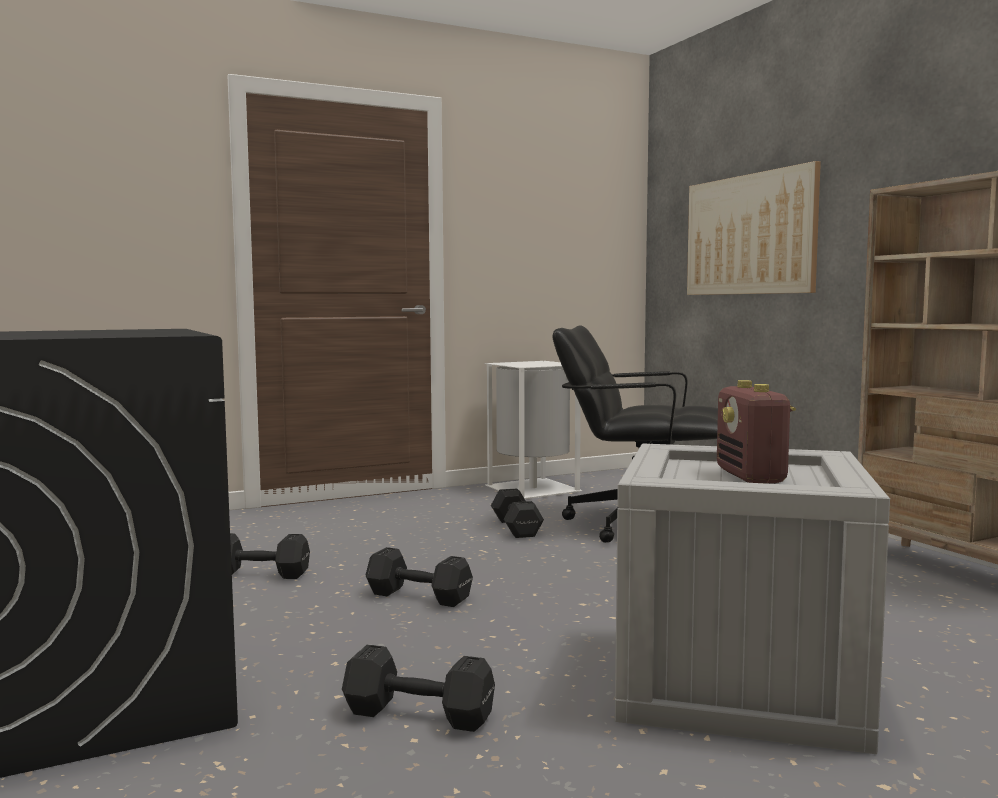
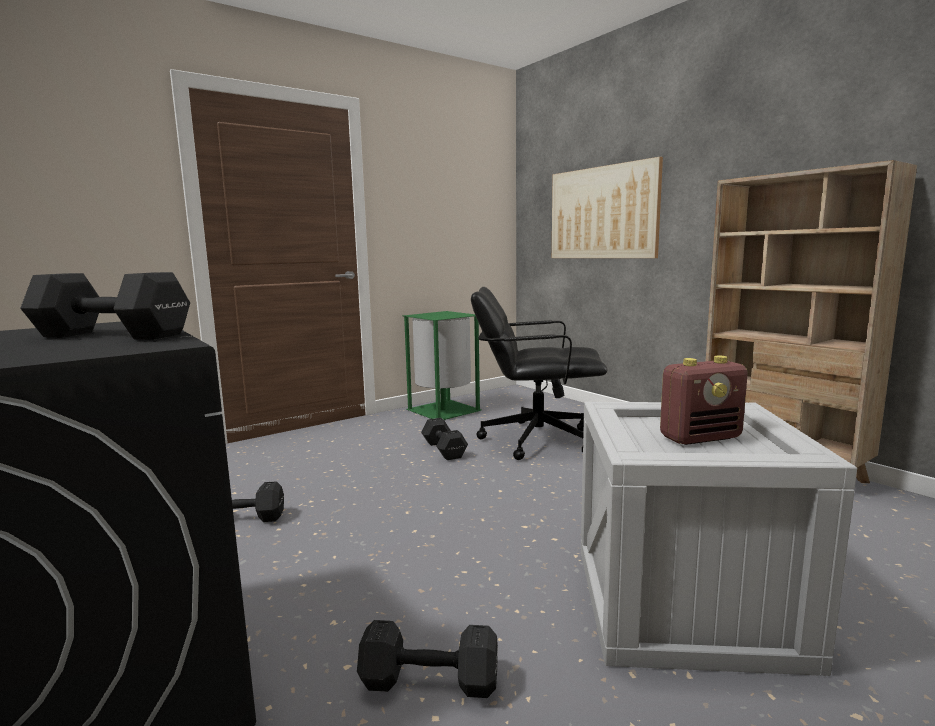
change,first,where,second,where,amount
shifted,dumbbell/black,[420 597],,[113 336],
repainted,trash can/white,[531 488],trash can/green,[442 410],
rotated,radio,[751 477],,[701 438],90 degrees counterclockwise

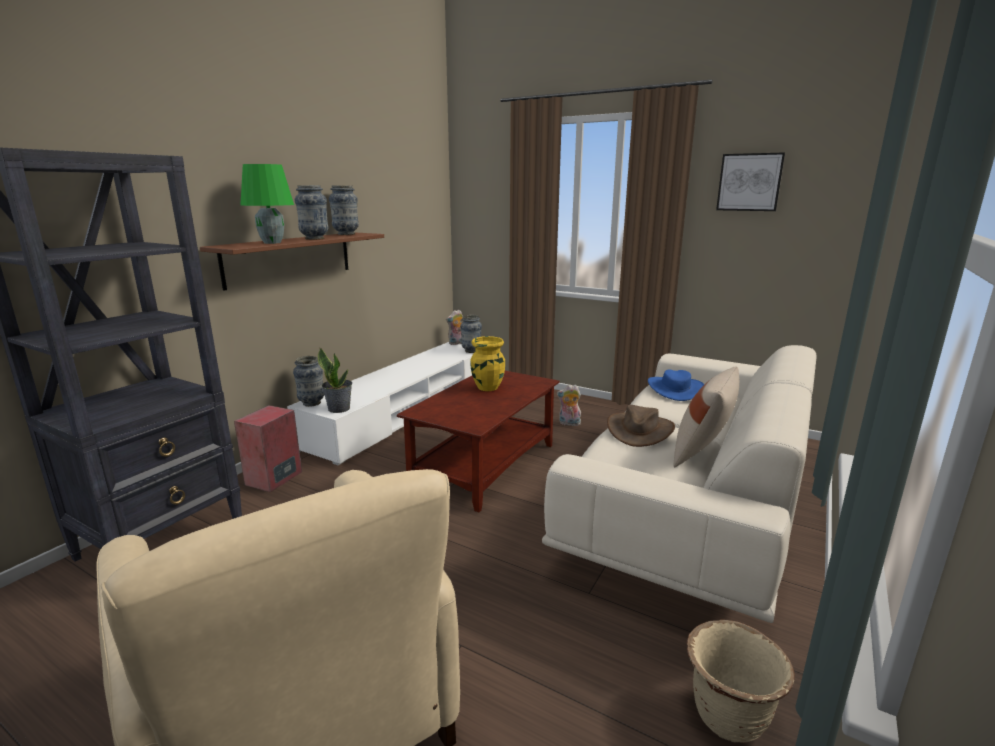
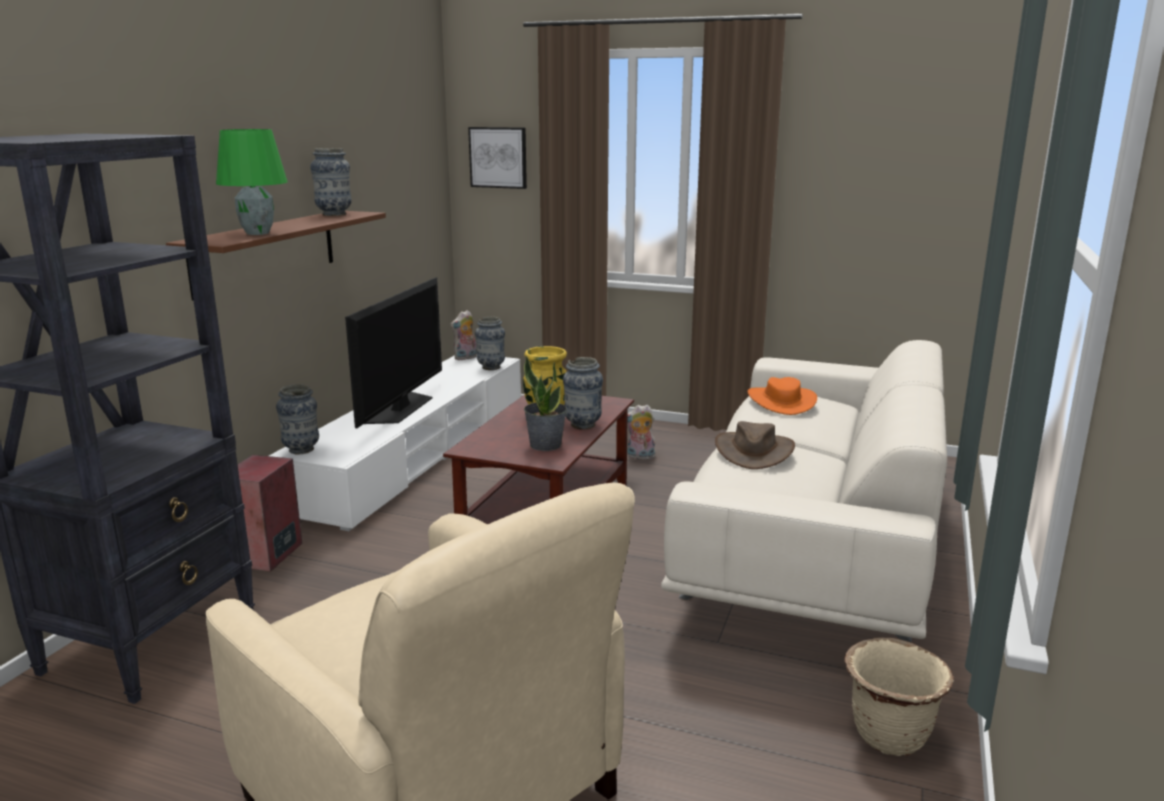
change,first,where,second,where,amount
shifted,vase,[314 238],,[582 425],
shifted,potted plant,[339 408],,[545 445],
repainted,hat/blue,[675 389],hat/orange,[781 401],
gone,pillow/beige,[702 453],,,
shifted,picture,[749 182],,[498 157],
new,,,television,[400 408],

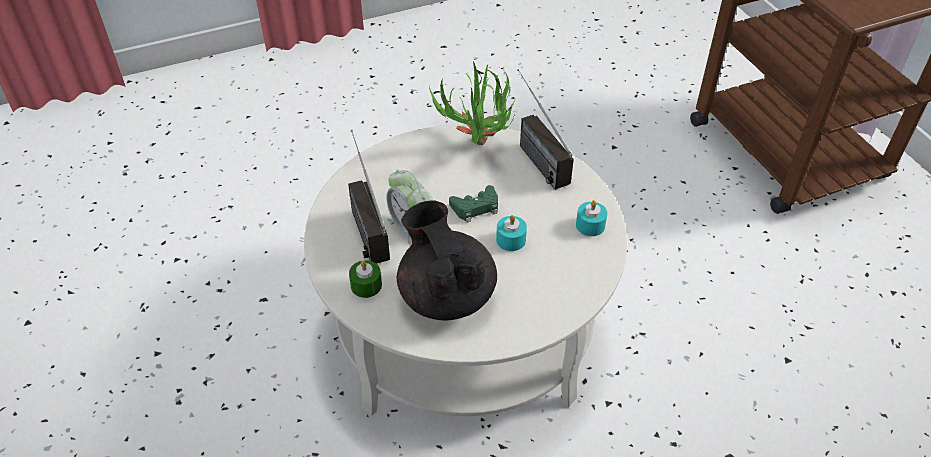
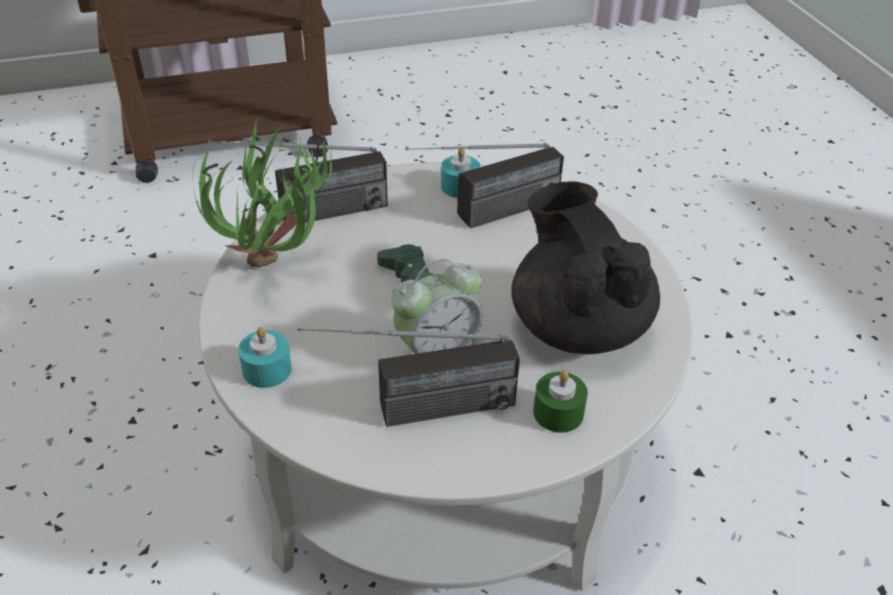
change,first,where,second,where,amount
rotated,teapot/black,[446 295],,[578 325],90 degrees clockwise
shifted,candle/turquoise,[511 240],,[267 369],
new,,,radio,[485 217],

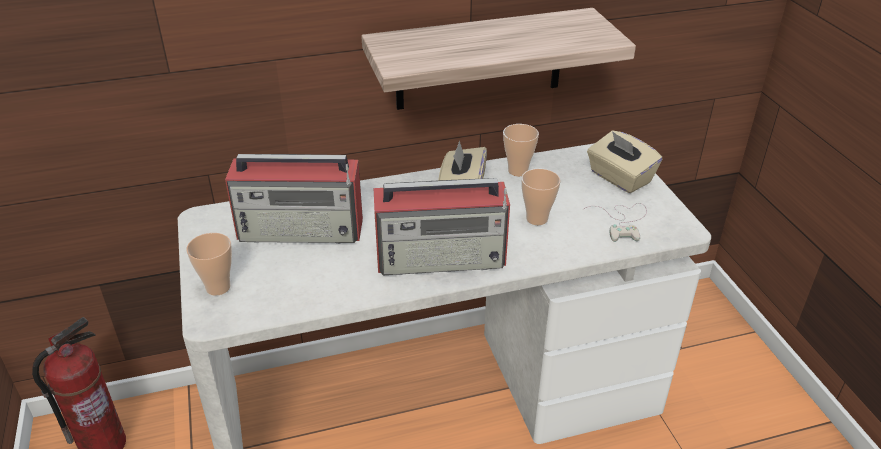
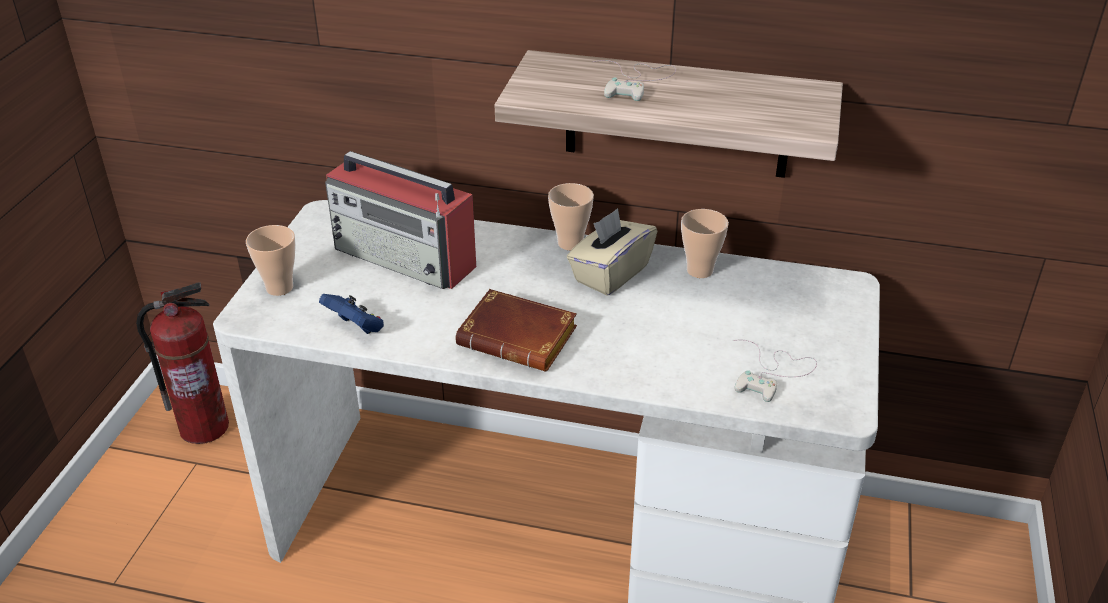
change,first,where,second,where,amount
swapped,radio,[442 257],book/brown,[521 338],
shifted,cup,[537 219],,[570 243],
gone,tissue box/beige,[619 178],,,
new,,,game controller/blue,[356 328],
new,,,game controller/white,[636 81],

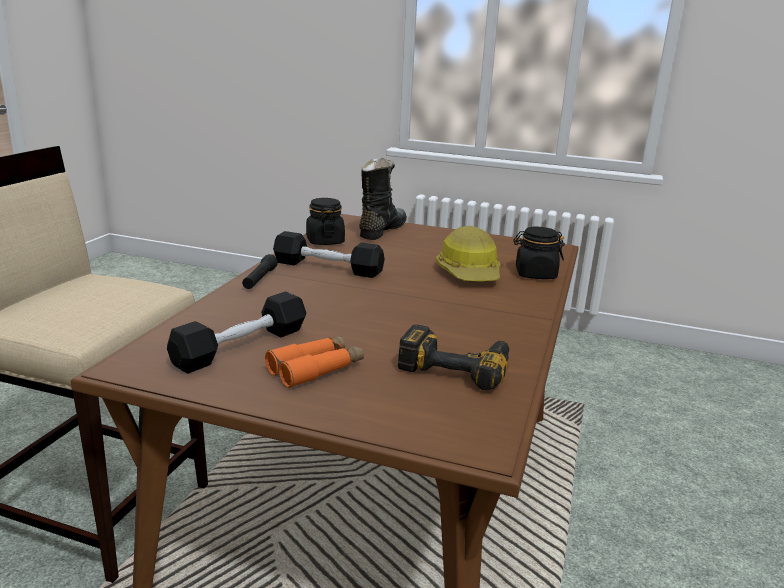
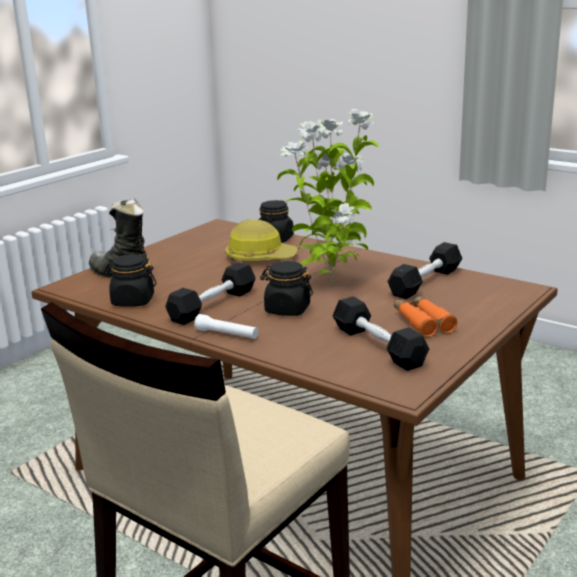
change,first,where,second,where,amount
repainted,flashlight/black,[259 279],flashlight/white,[227 334],
swapped,power drill,[457 365],dumbbell/black,[425 282],
new,,,jar/black,[287 309],
new,,,potted plant,[331 284],

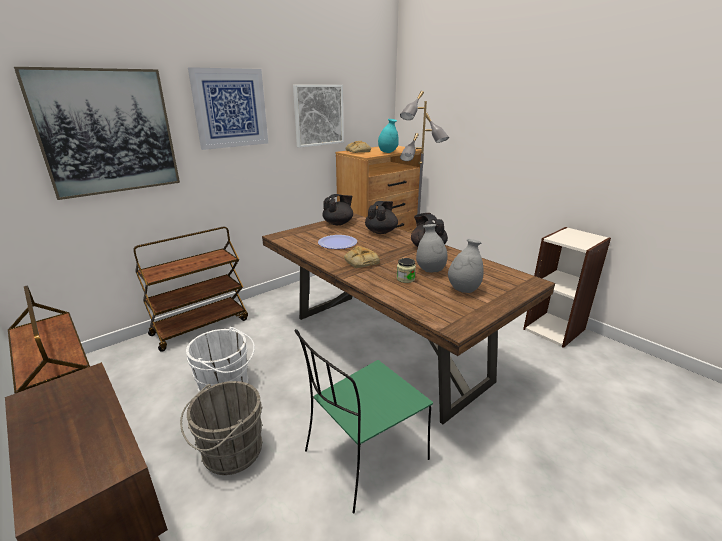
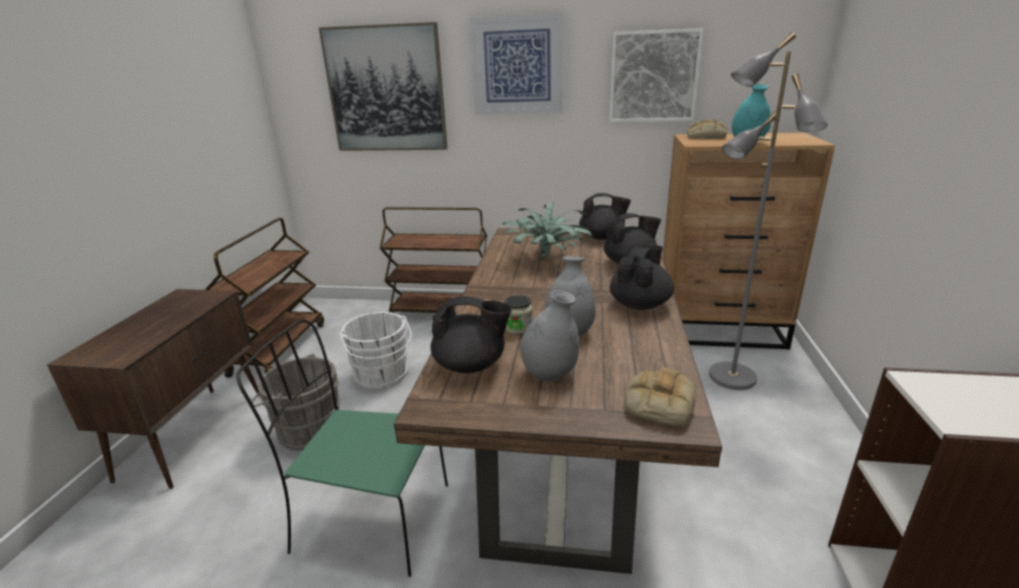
change,first,where,second,where,amount
swapped,plate,[337 243],potted plant,[547 259],
shifted,bread,[360 261],,[658 402],
new,,,teapot/black,[471 365],

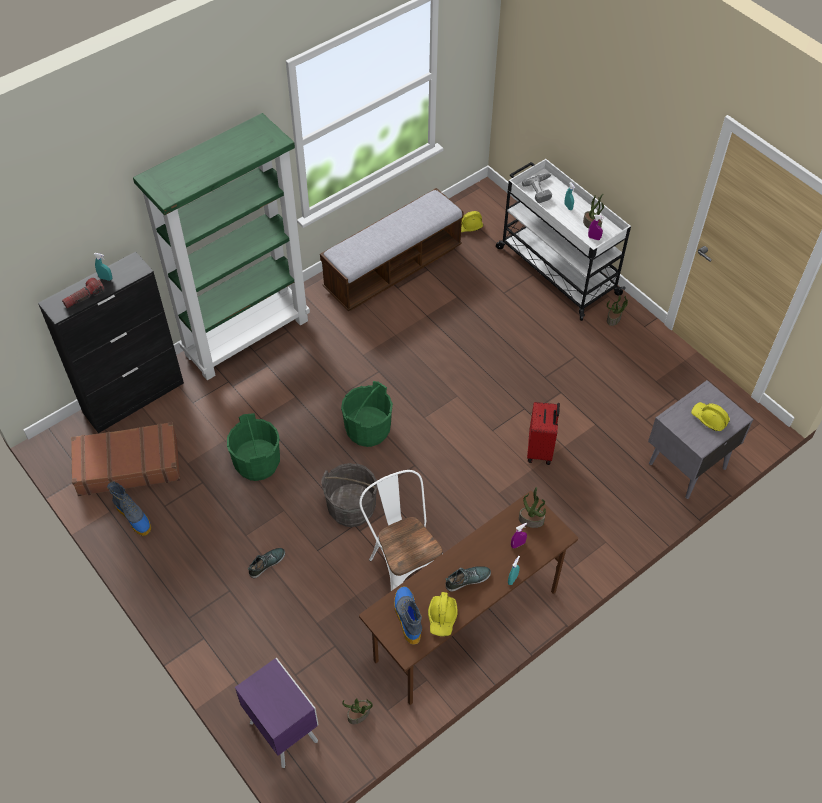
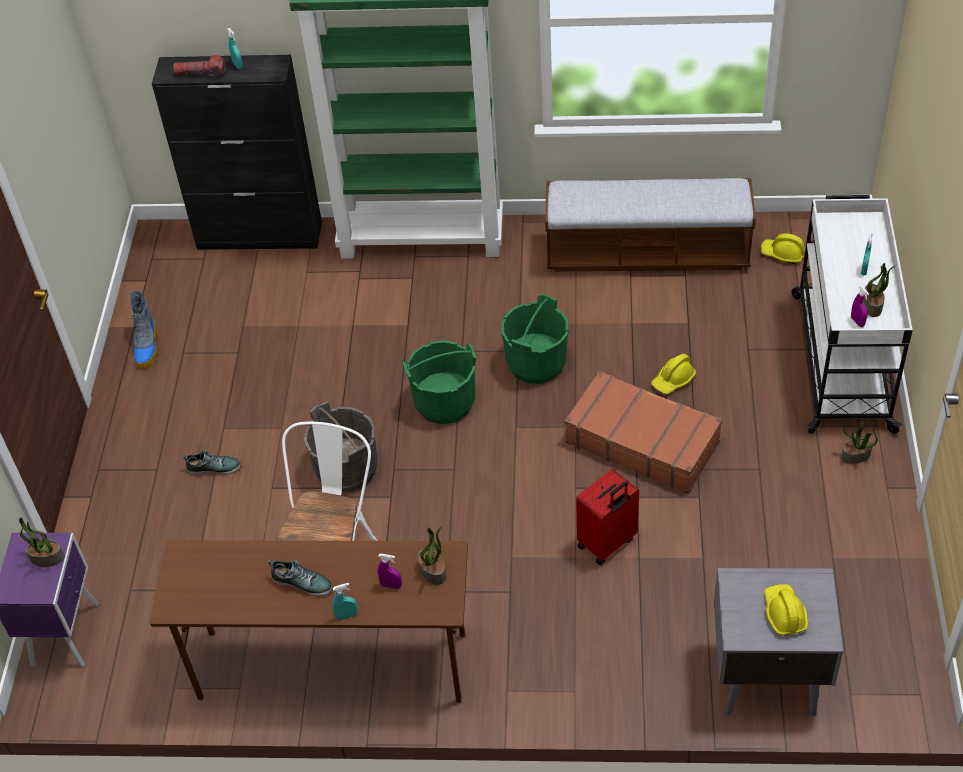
change,first,where,second,where,amount
shifted,suitcase/brown,[128 465],,[642 441],
shifted,bucket/green,[257 463],,[536 363],
shifted,potted plant,[358 715],,[47 558],
gone,boot,[407 616],,,
shifted,hard hat/yellow,[442 617],,[673 380],
gone,power drill,[542 190],,,

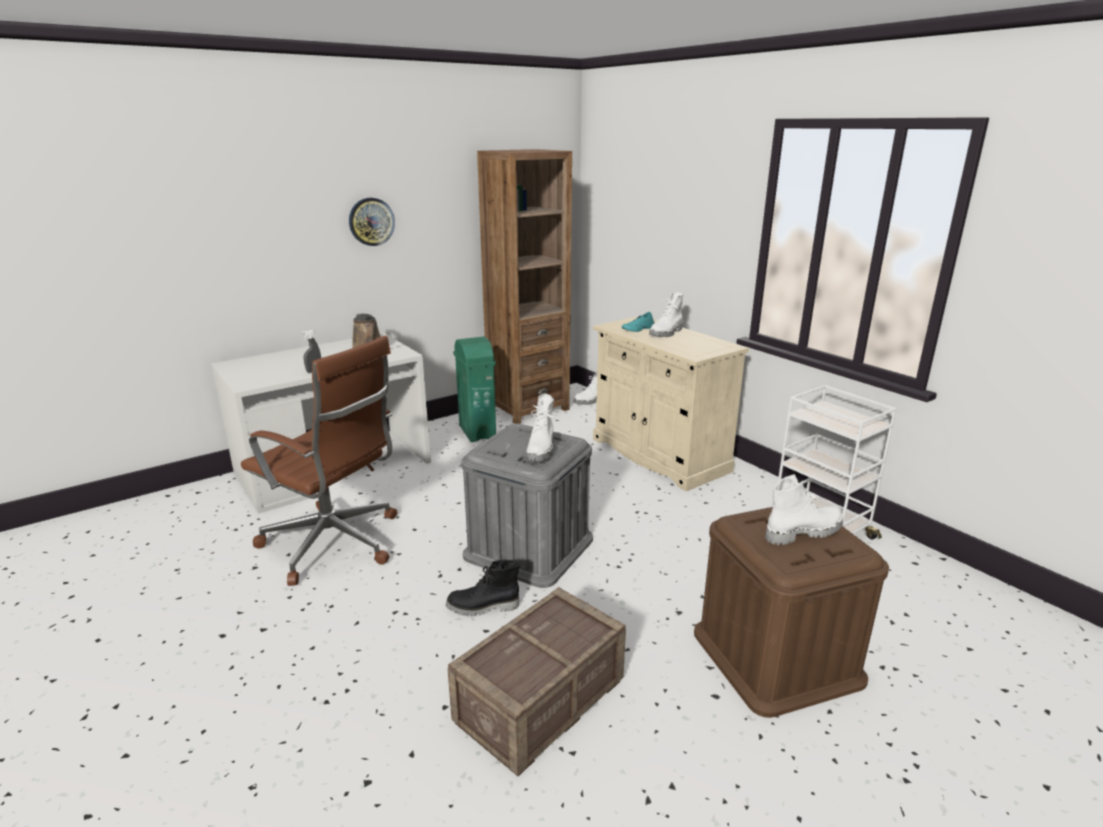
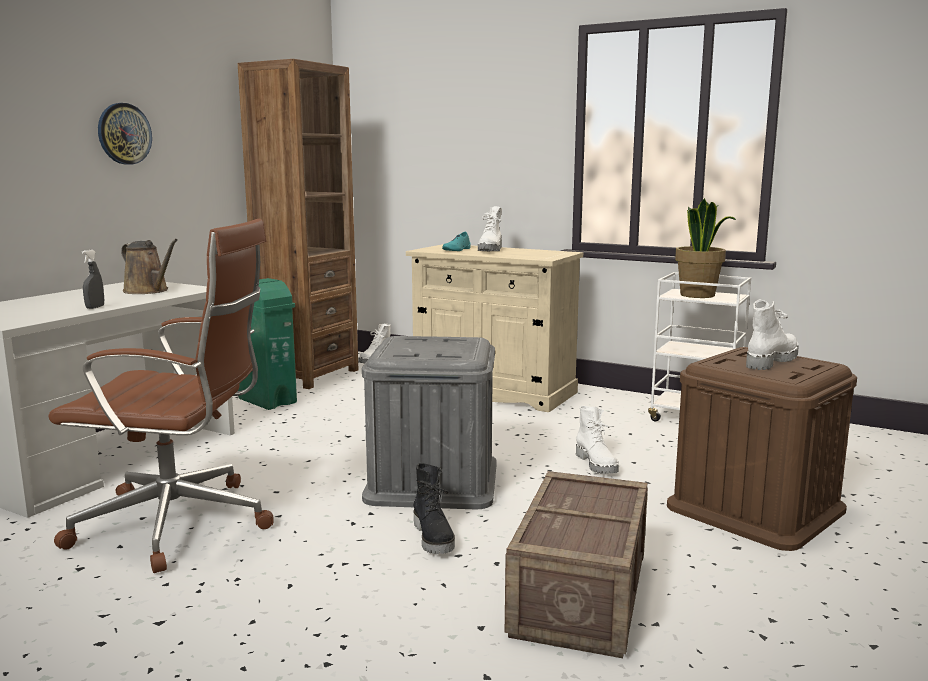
change,first,where,second,where,amount
rotated,boot/black,[483 607],,[434 538],75 degrees counterclockwise
shifted,boot/white,[542 450],,[597 464],
new,,,potted plant,[698 295],

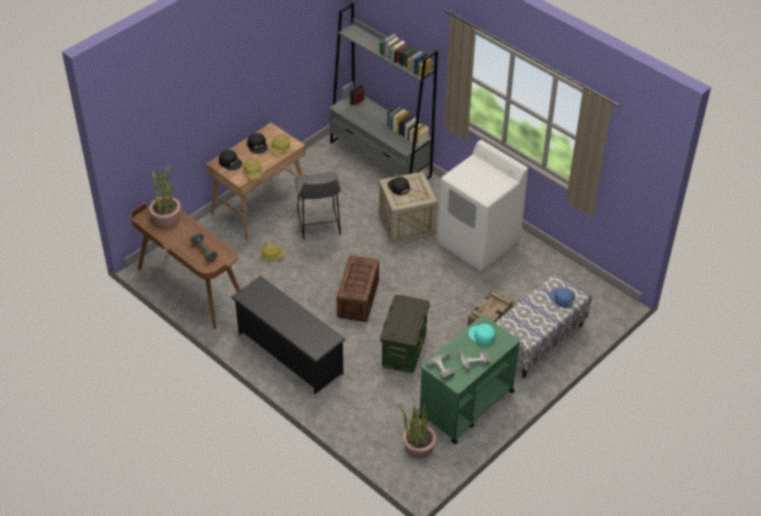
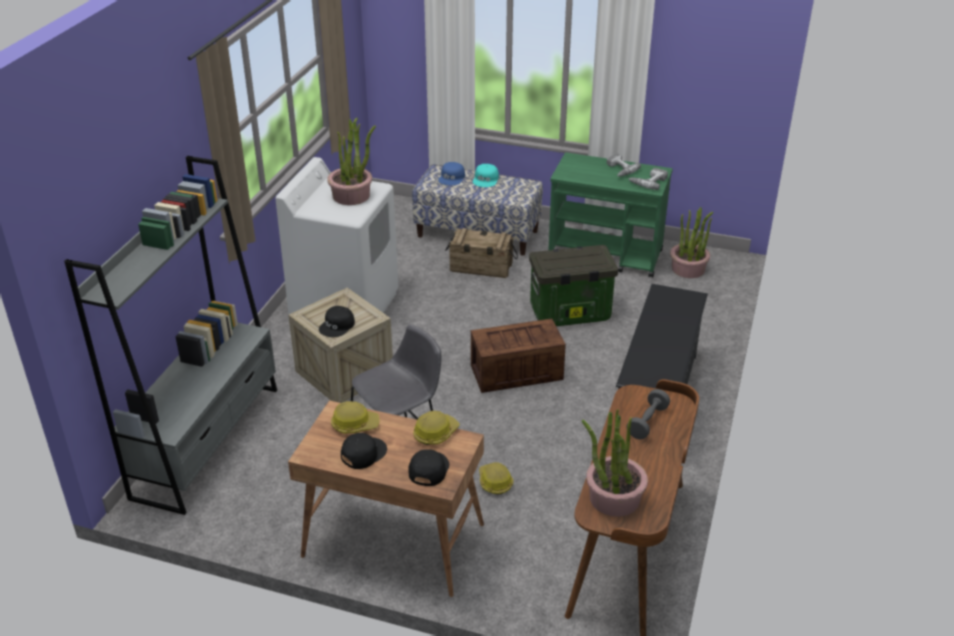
change,first,where,second,where,amount
shifted,cap/turquoise,[481 336],,[486 179],
new,,,potted plant,[351 196],

